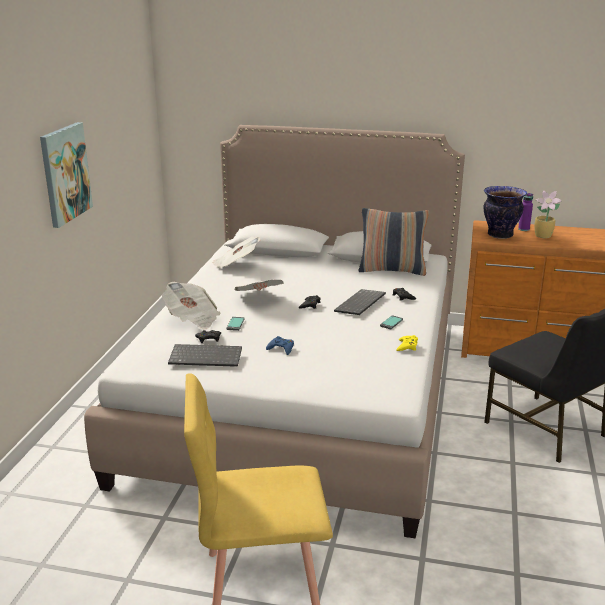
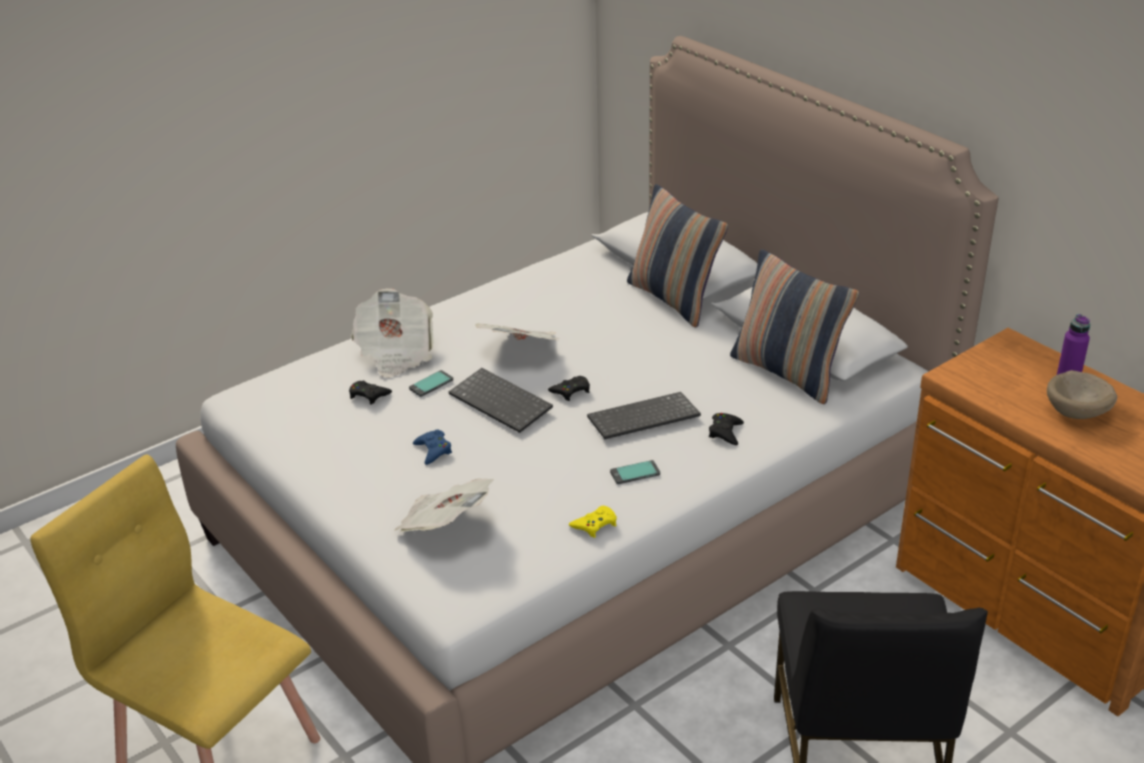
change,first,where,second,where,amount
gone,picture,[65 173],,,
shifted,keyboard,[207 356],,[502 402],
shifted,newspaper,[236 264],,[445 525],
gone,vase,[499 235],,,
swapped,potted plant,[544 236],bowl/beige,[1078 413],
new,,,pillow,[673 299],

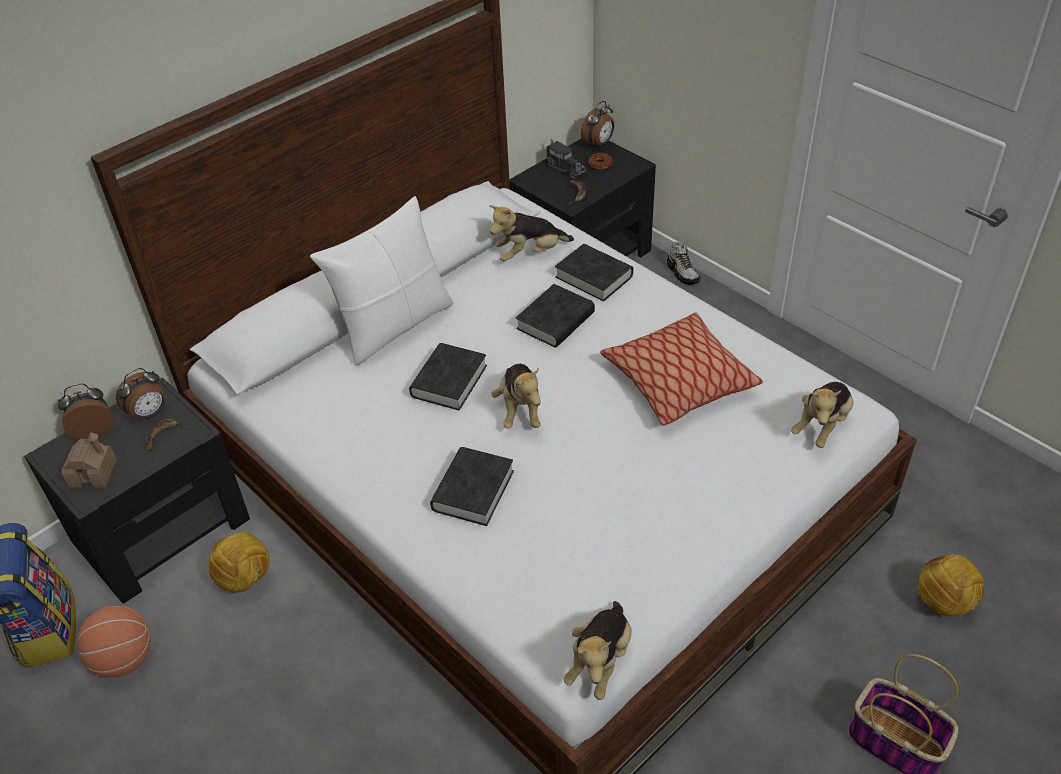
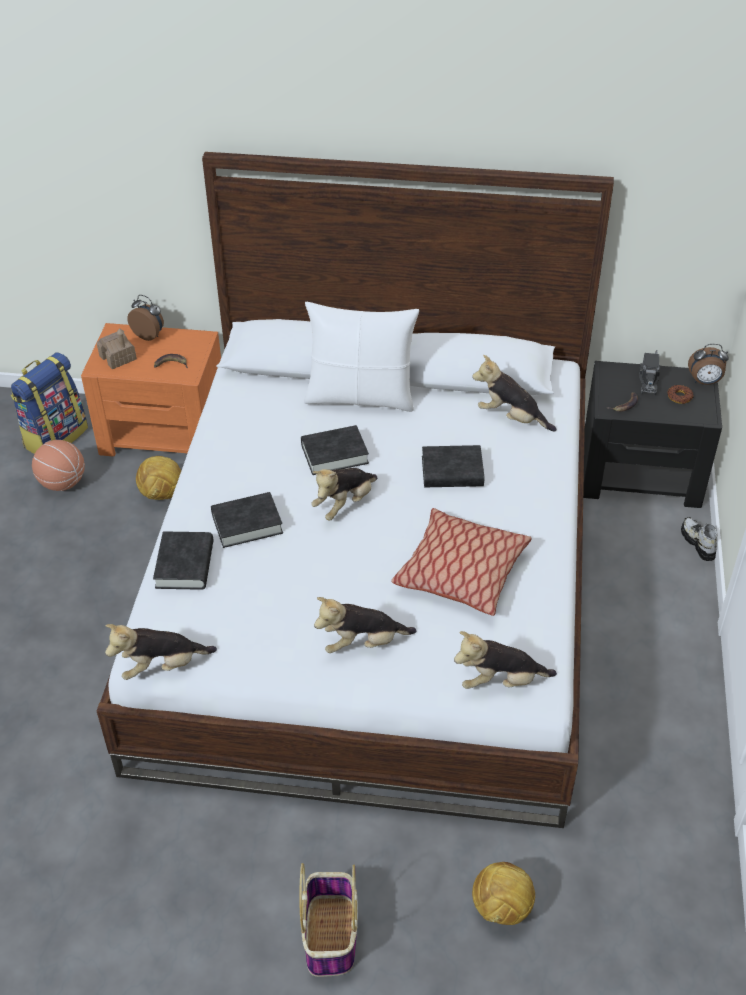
change,first,where,second,where,amount
repainted,nightstand/black,[162 529],nightstand/orange,[165 432],
gone,alarm clock,[150 414],,,
shifted,book/black,[594 277],,[185 565],
rotated,shoe,[683 273],,[698 543],135 degrees clockwise
new,,,plush toy,[362 643],

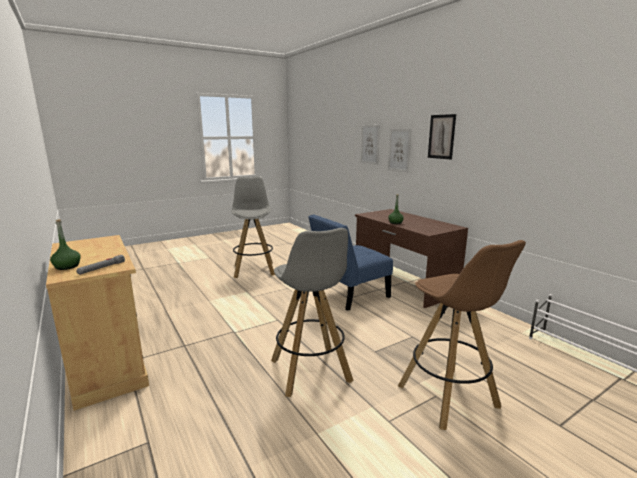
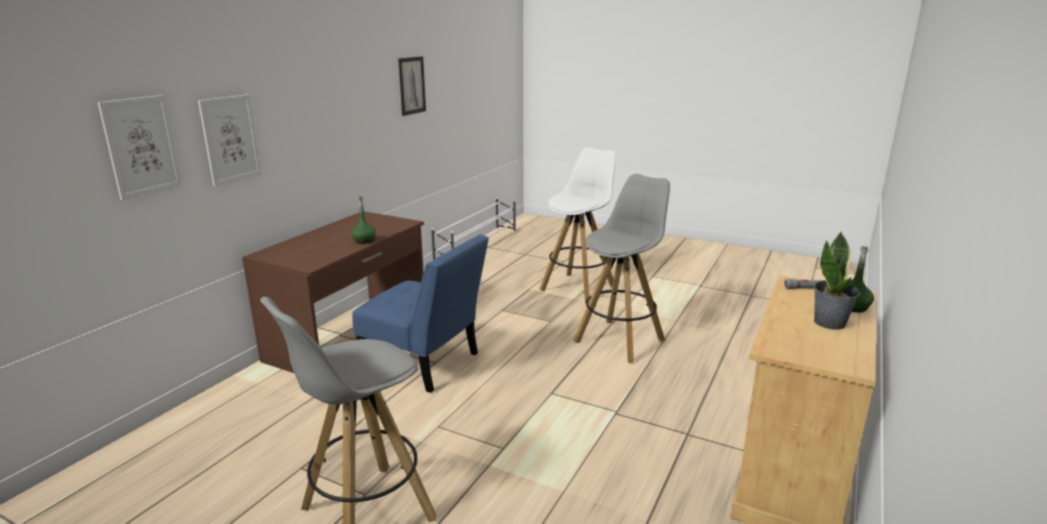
change,first,where,second,where,amount
repainted,stool/brown,[449 397],stool/white,[578 288],
shifted,picture,[441 136],,[412 85],
new,,,potted plant,[830 323],

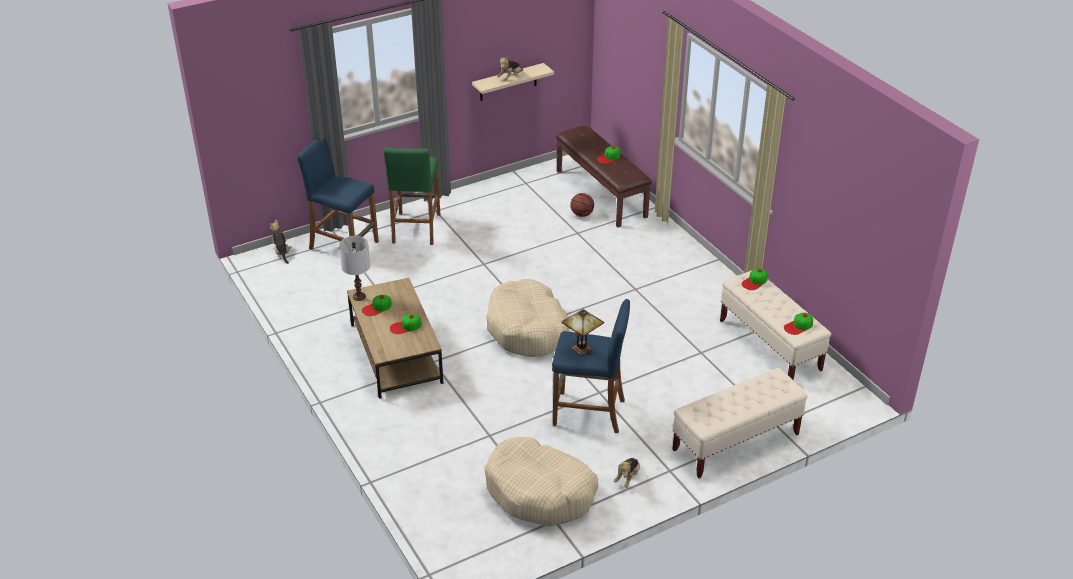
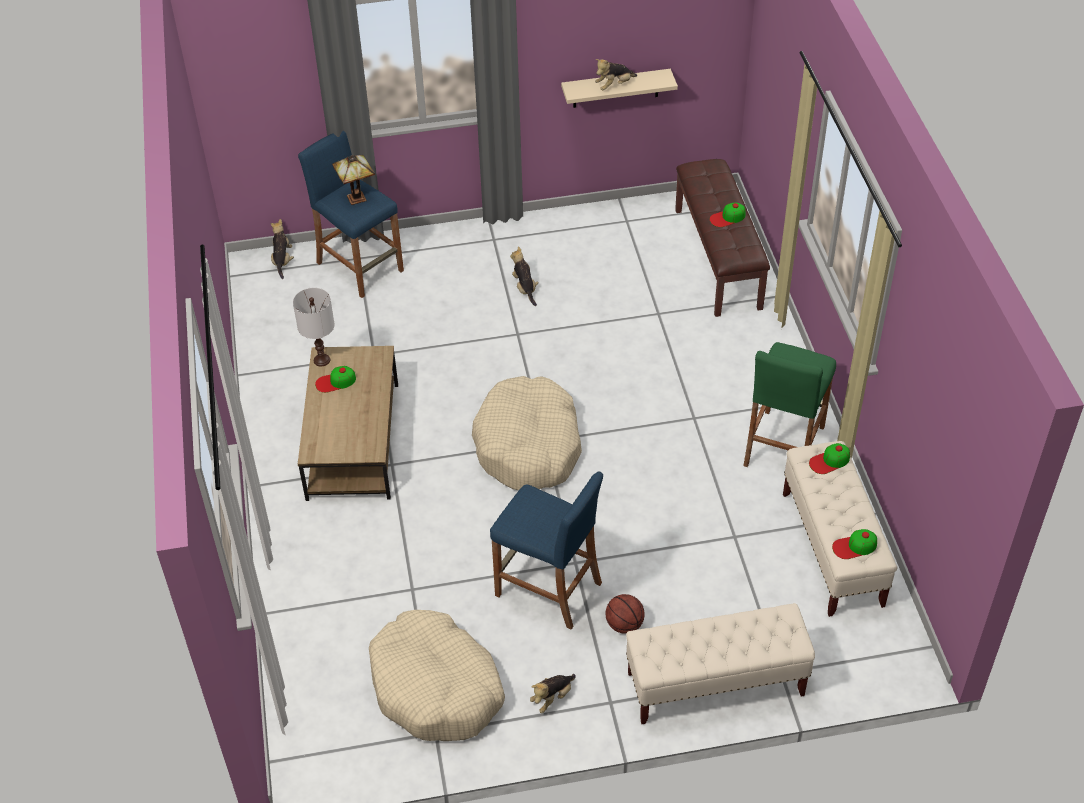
change,first,where,second,where,amount
shifted,stool/green,[416 228],,[783 445],
gone,cap,[405 326],,,
shifted,table lamp,[582 347],,[357 197],
shifted,basketball,[581 214],,[624 624],
new,,,plush toy,[525 288],

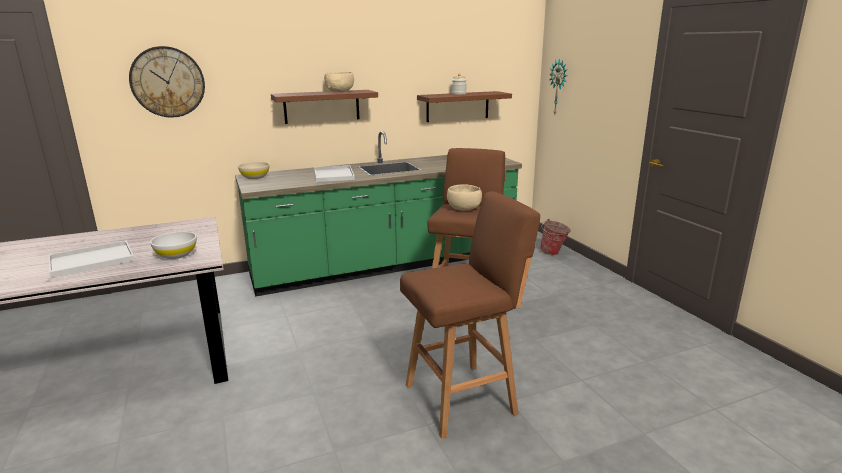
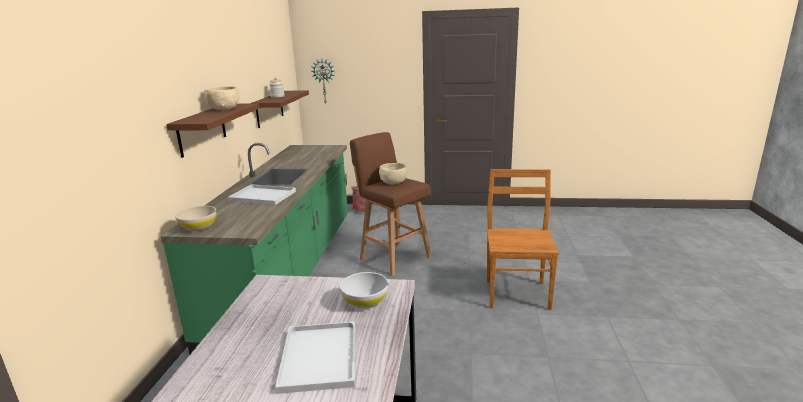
change,first,where,second,where,amount
gone,wall clock,[168 82],,,
swapped,stool/brown,[463 398],chair/brown,[517 293],

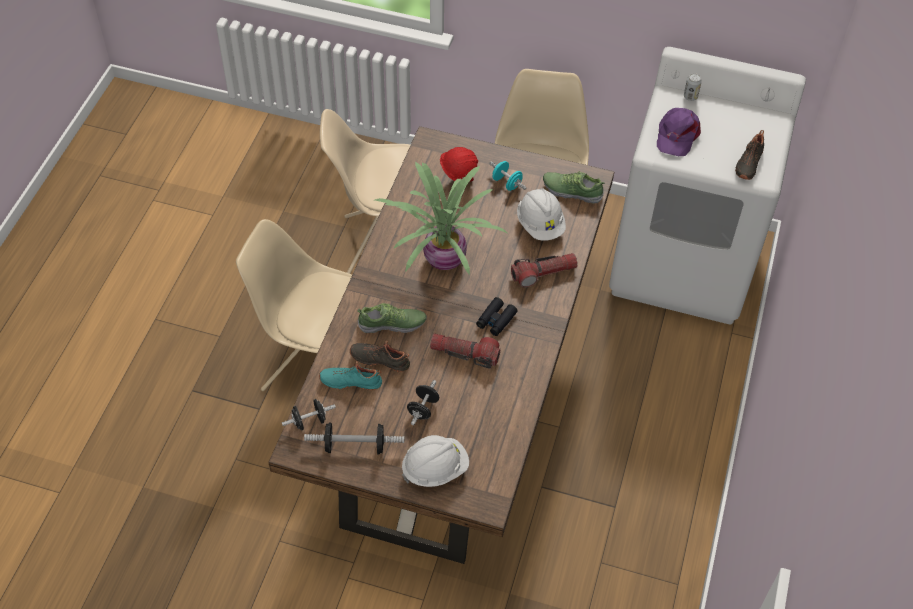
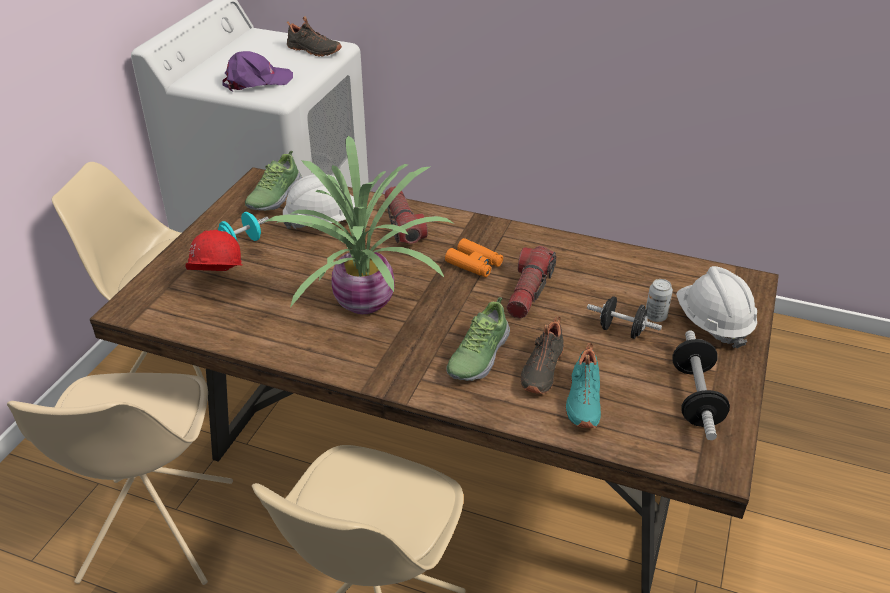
change,first,where,second,where,amount
gone,dumbbell/black,[309 421],,,
rotated,shoe,[392 324],,[477 356],150 degrees counterclockwise
repainted,binoculars/black,[496 320],binoculars/orange,[474 264],
rotated,cap/purple,[676 135],,[256 81],45 degrees counterclockwise
shifted,can,[690 97],,[655 316],

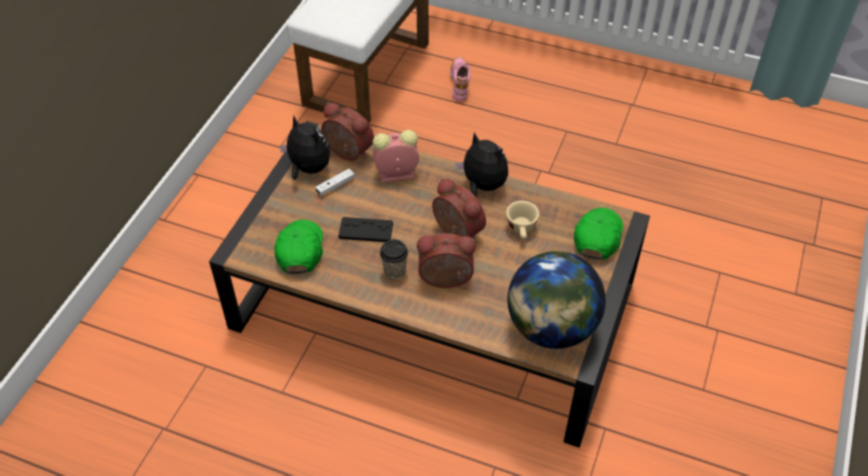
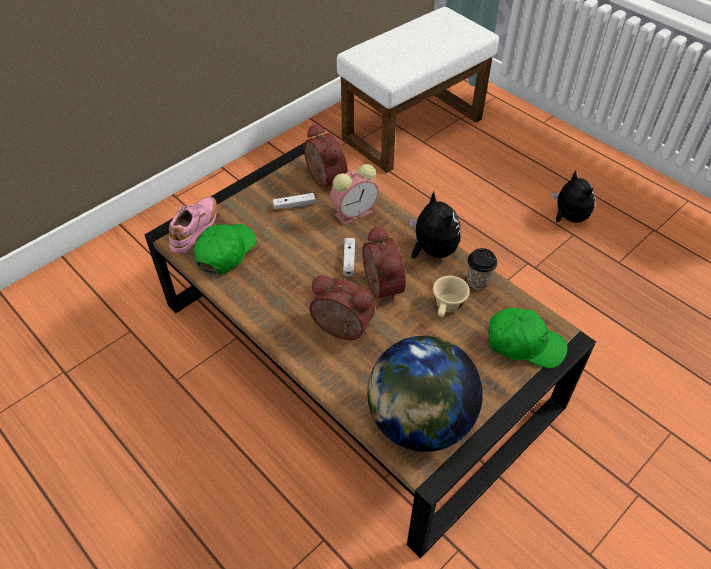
change,first,where,second,where,amount
shifted,plush toy,[308 169],,[568 217],
gone,game controller/black,[366 230],,,
rotated,alarm clock,[395 174],,[355 212],135 degrees clockwise
shifted,cup,[394 271],,[478 281],
shifted,shoe/pink,[460 84],,[196 231],
rotated,cap/green,[597 237],,[524 343],60 degrees clockwise
new,,,game controller/white,[349 260],

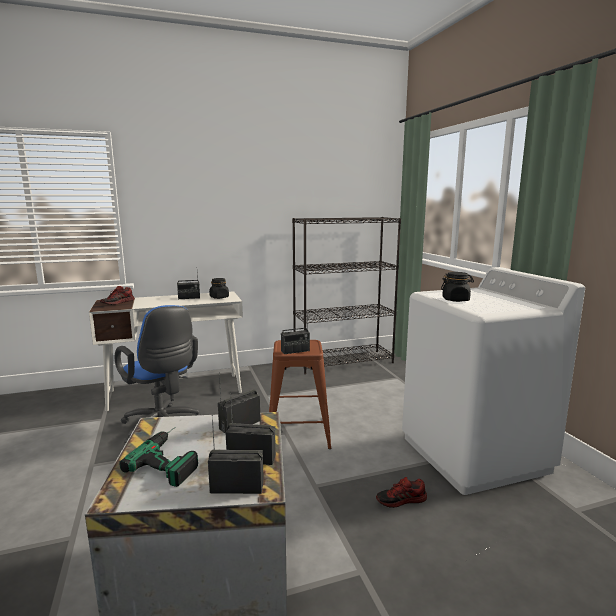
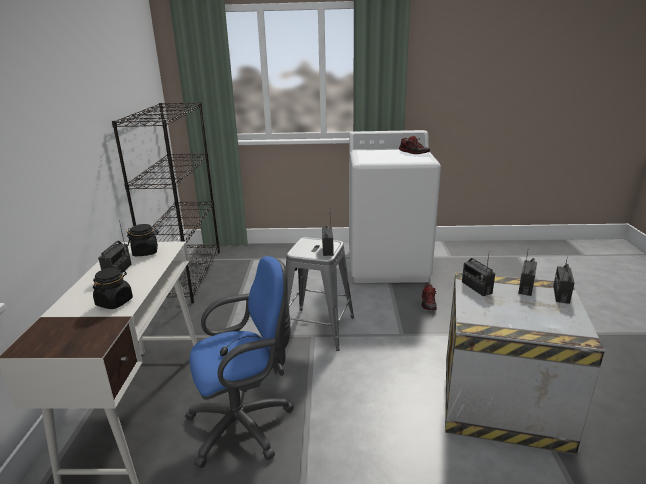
change,first,where,second,where,amount
shifted,shoe,[118 302],,[414 152],
gone,power drill,[172 457],,,
repainted,stool/brown,[298 433],stool/grey,[318 329],
shifted,jar/black,[455 300],,[114 302],

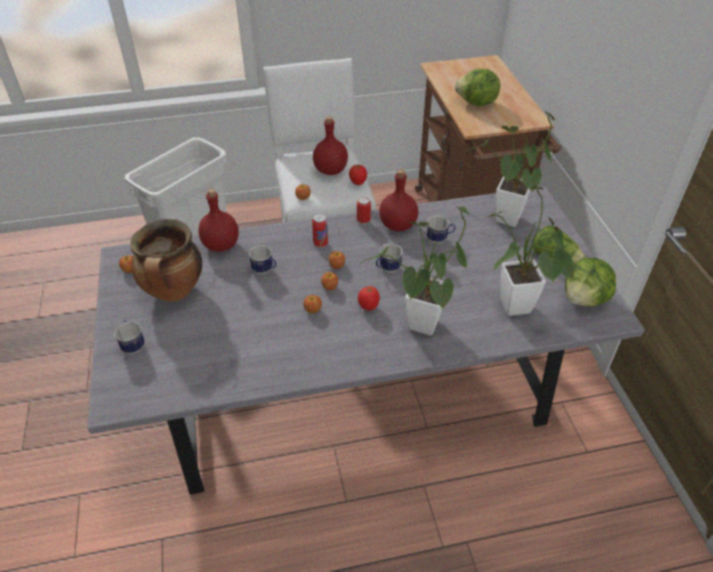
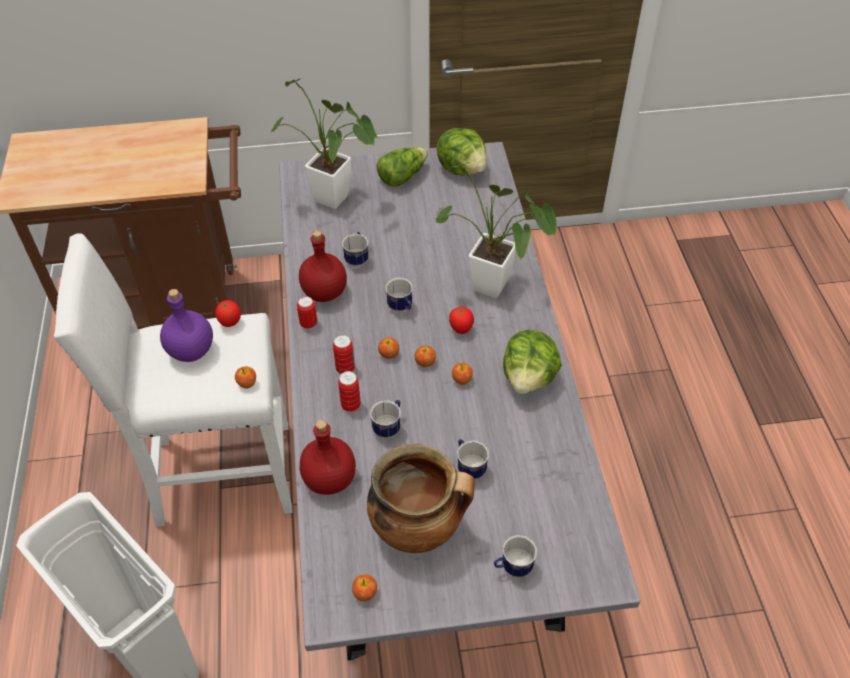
change,first,where,second,where,amount
repainted,bottle/red,[330 170],bottle/purple,[192 351],
shifted,lettuce,[476 103],,[529 378],
gone,potted plant,[517 312],,,
new,,,can,[351 405],
new,,,mug,[469 467],

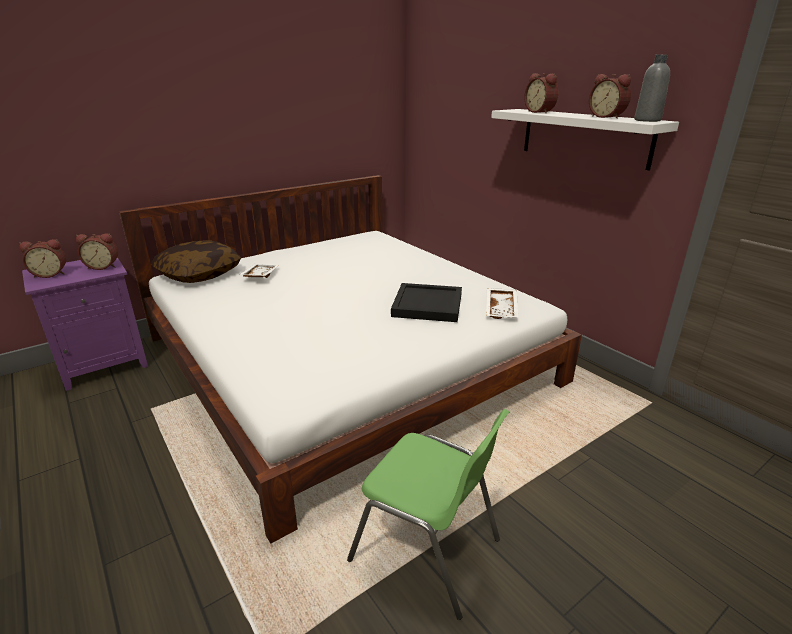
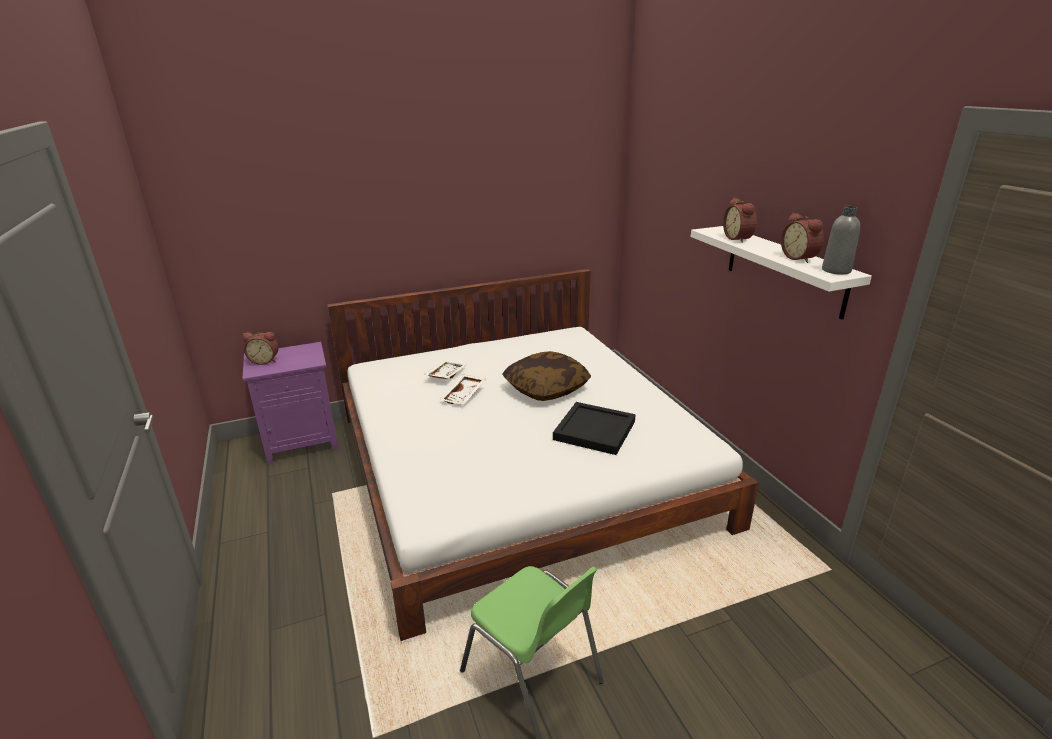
change,first,where,second,where,amount
gone,alarm clock,[103 266],,,
shifted,pillow,[199 274],,[546 388],
shifted,tray/white,[502 309],,[464 395],

